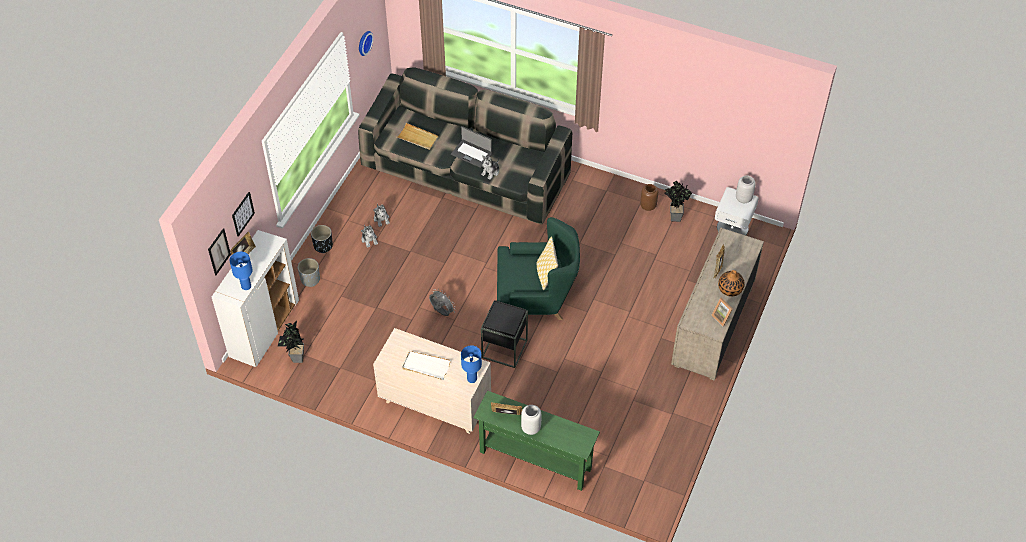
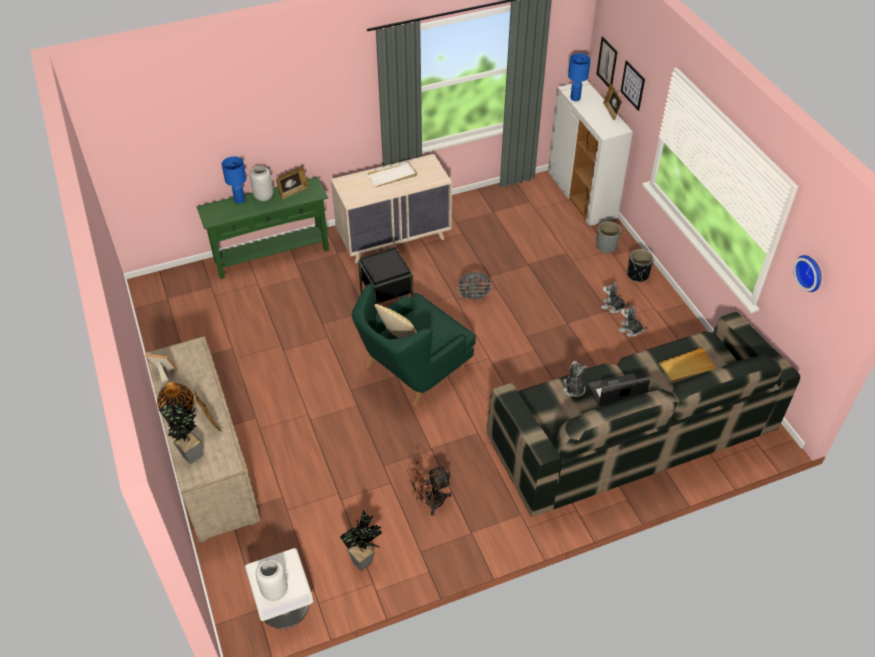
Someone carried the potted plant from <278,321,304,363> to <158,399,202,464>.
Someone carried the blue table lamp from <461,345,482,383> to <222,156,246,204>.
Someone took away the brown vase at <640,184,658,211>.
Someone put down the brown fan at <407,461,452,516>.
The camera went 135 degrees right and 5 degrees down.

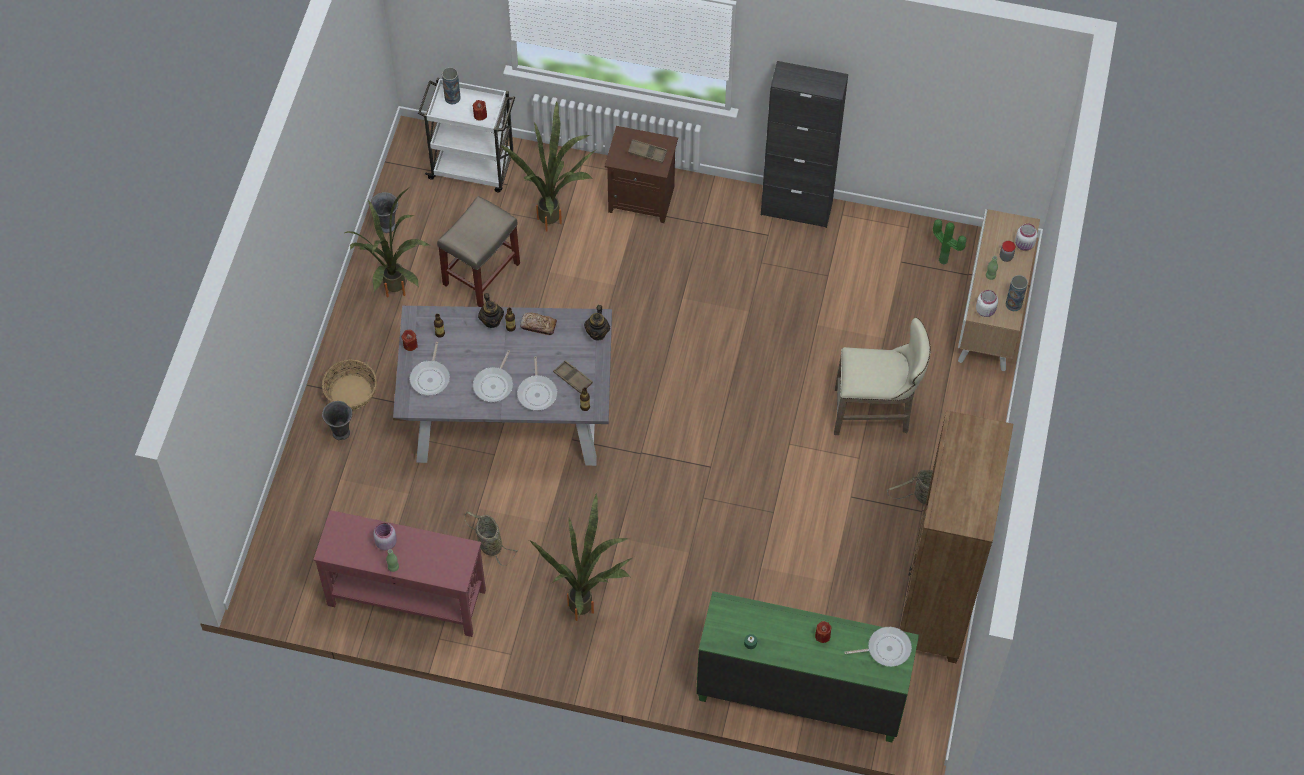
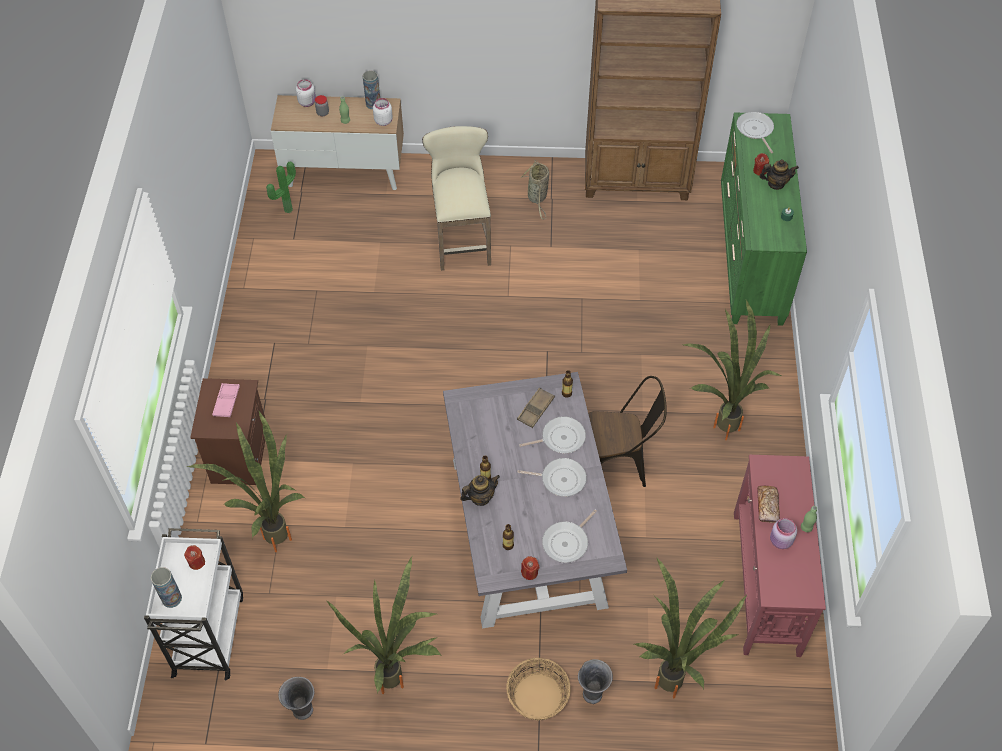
Someone rotated the frying pan at <410,342,450,395> by 135 degrees clockwise.
Someone took away the beige stool at <437,196,520,307>.
Someone took away the basket at <465,511,518,566>.
Someone carried the bread from <520,312,557,335> to <757,486,780,523>.
Someone carried the teapot from <584,305,610,341> to <759,159,799,190>.
Someone repainted the brown tray at <628,139,667,163>, which became the pink tray at <212,383,240,417>.
Someone took away the black cabinet at <761,61,848,228>.
Someone put down the brown chair at <588,376,667,487>.
Someone put down the potted plant at <633,558,747,698>.
The camera went 100 degrees left and 5 degrees down.

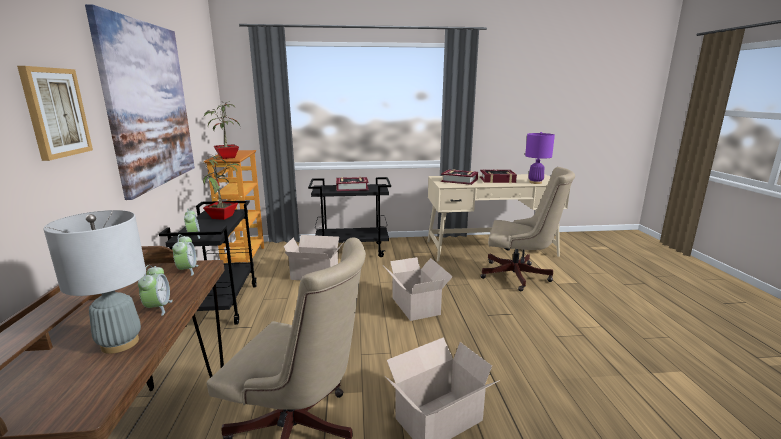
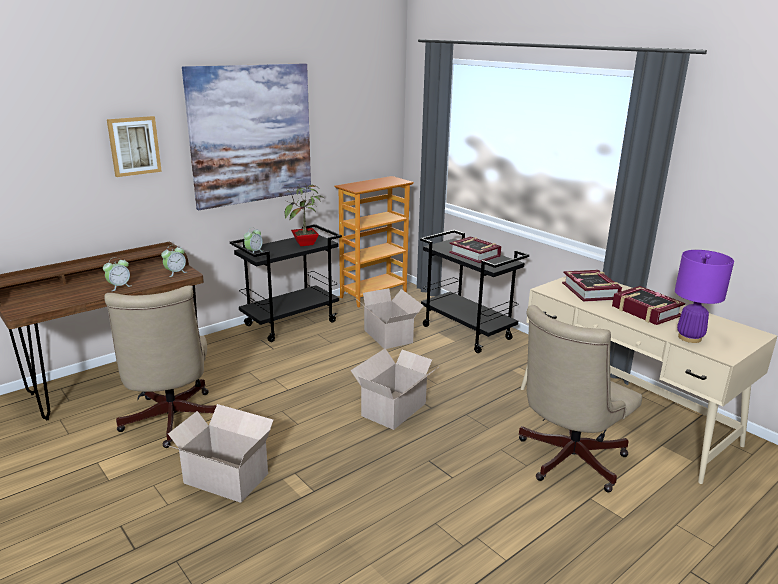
Someone took away the grey table lamp at <43,210,146,354>.
Someone took away the potted plant at <204,101,240,159>.
Someone rotated the beige office chair at <480,167,575,291> by 60 degrees clockwise.
The camera went 55 degrees right and 5 degrees up.

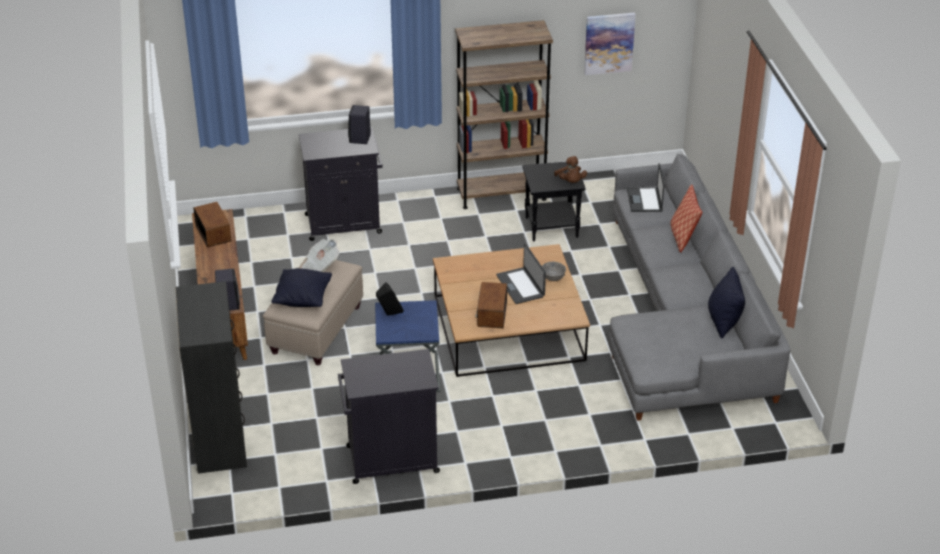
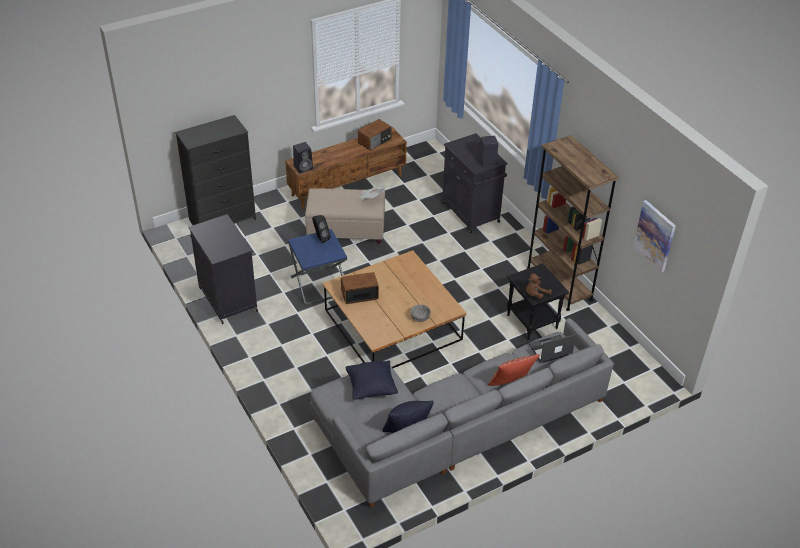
Someone carried the black pillow from <271,268,332,307> to <346,361,398,400>.
Someone took away the laptop at <496,244,546,304>.
The camera went 70 degrees right and 5 degrees up.

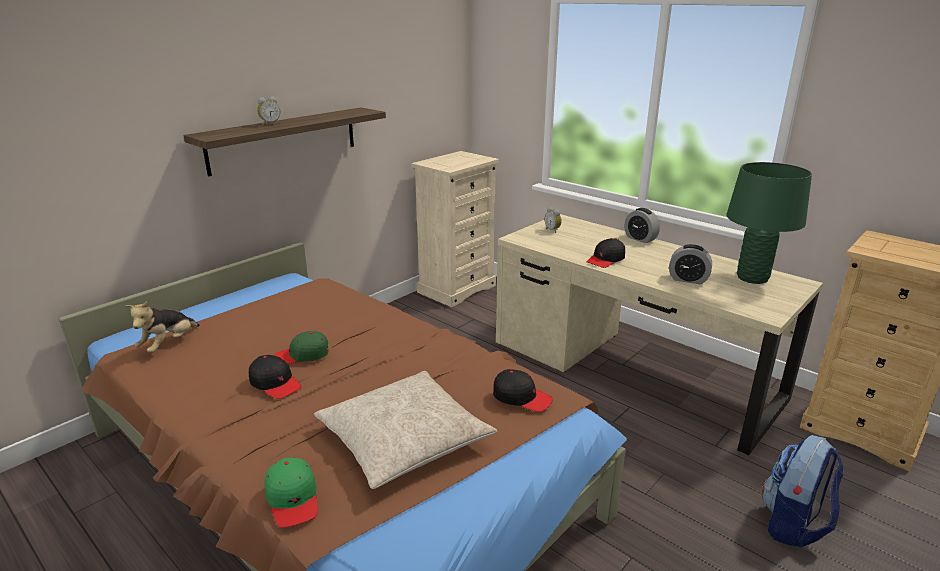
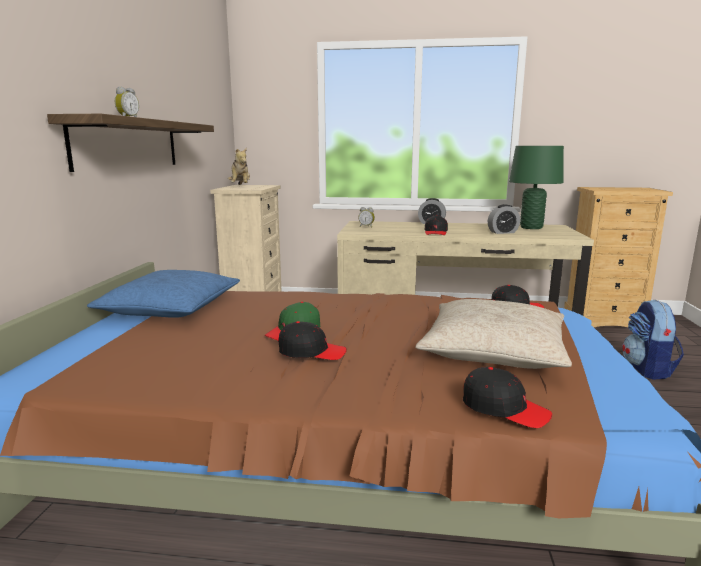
Someone carried the plush toy from <125,301,200,353> to <228,148,250,185>.
Someone repainted the green cap at <265,457,318,528>, which became the black cap at <463,367,552,428>.
Someone put down the blue pillow at <87,270,240,318>.
The camera went 35 degrees left and 10 degrees down.

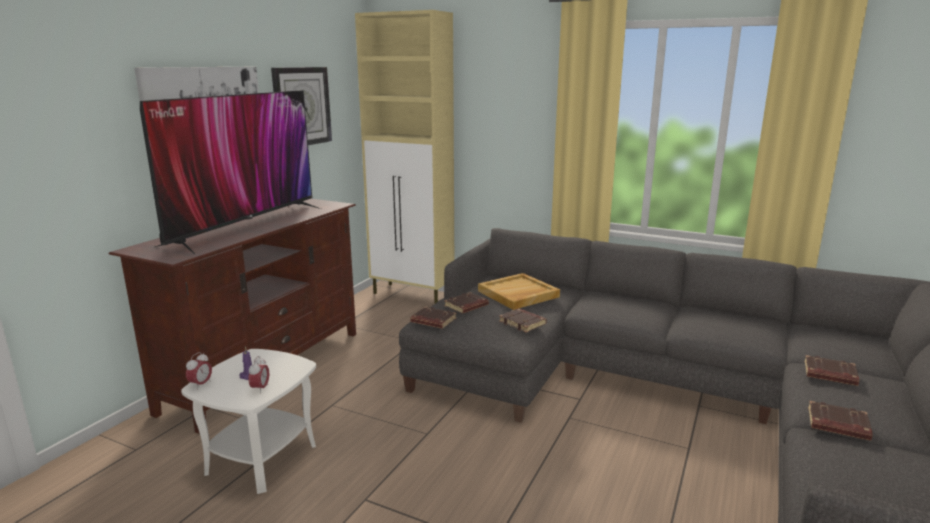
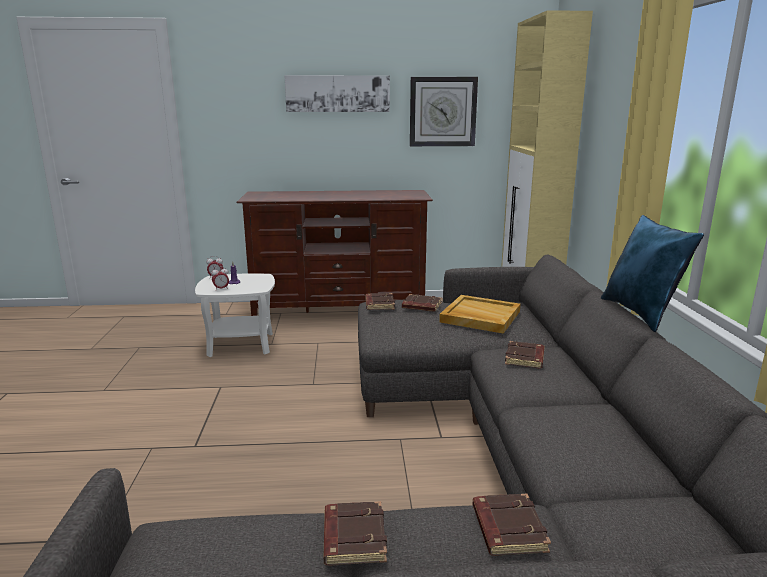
Someone took away the television at <140,90,321,254>.
Someone carried the brown book from <499,308,547,333> to <505,341,545,369>.
Someone put down the blue pillow at <601,215,704,332>.
The camera went 60 degrees right and 0 degrees up.

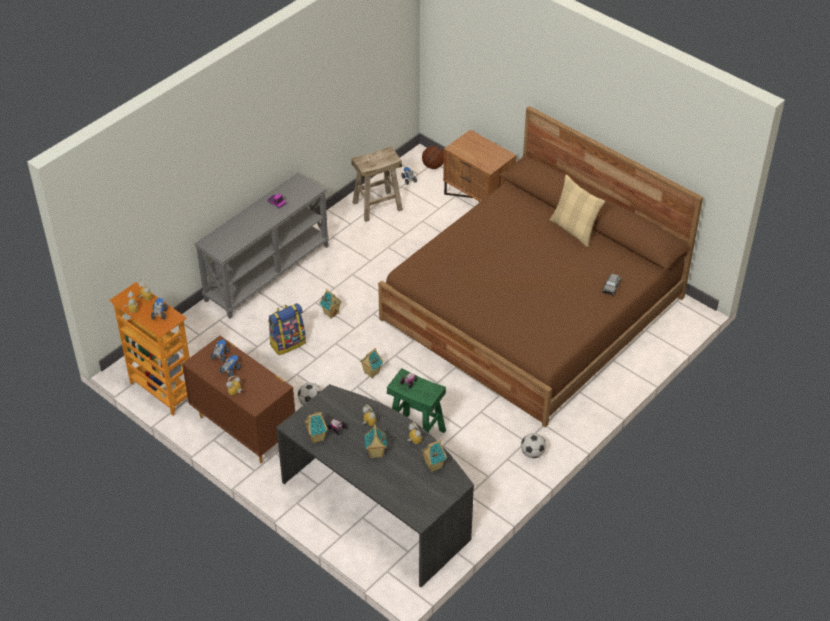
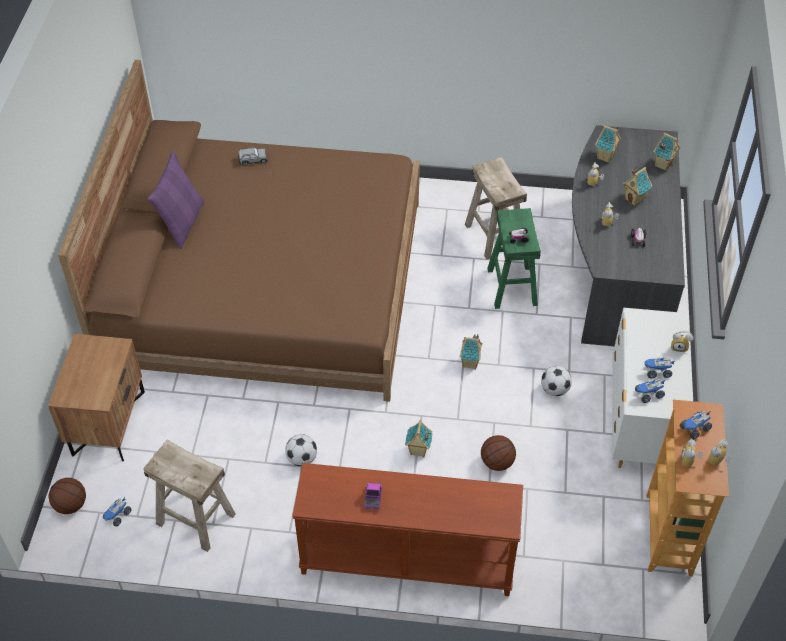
Someone repainted the brown dresser at <182,336,295,463>, which became the white dresser at <612,308,693,468>.
Someone repainted the grey console table at <195,172,329,319>, which became the brown console table at <292,463,523,596>.
Someone swapped the backpack at <268,303,306,355> for the basketball at <481,435,516,471>.
Someone carried the toy house from <304,410,328,443> to <653,133,681,171>.
Someone carried the football from <521,433,546,458> to <285,434,317,466>.
Someone repainted the beige pillow at <550,174,605,247>, which became the purple pillow at <147,151,204,249>.
Someone put down the beige stool at <465,157,527,260>.
The camera went 125 degrees left and 5 degrees up.

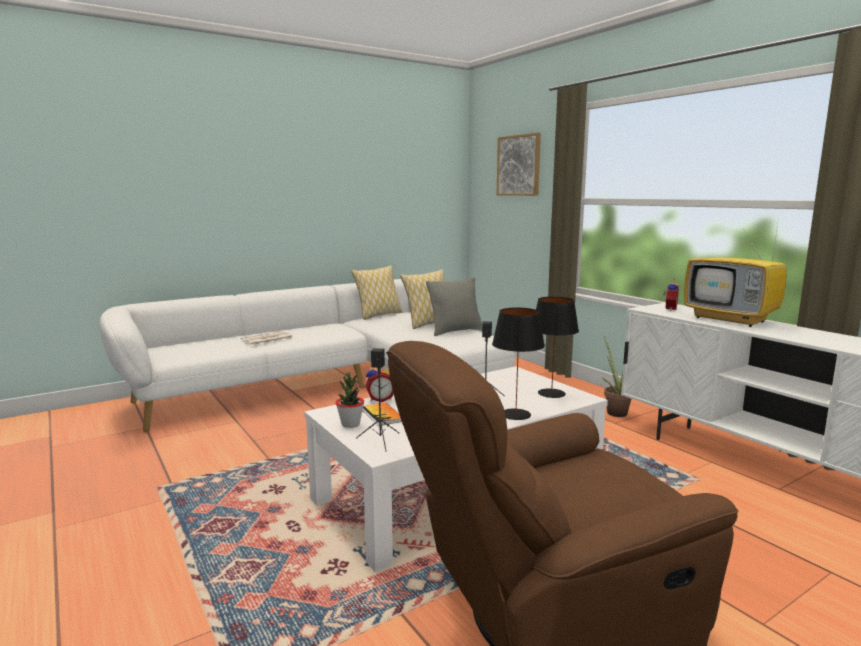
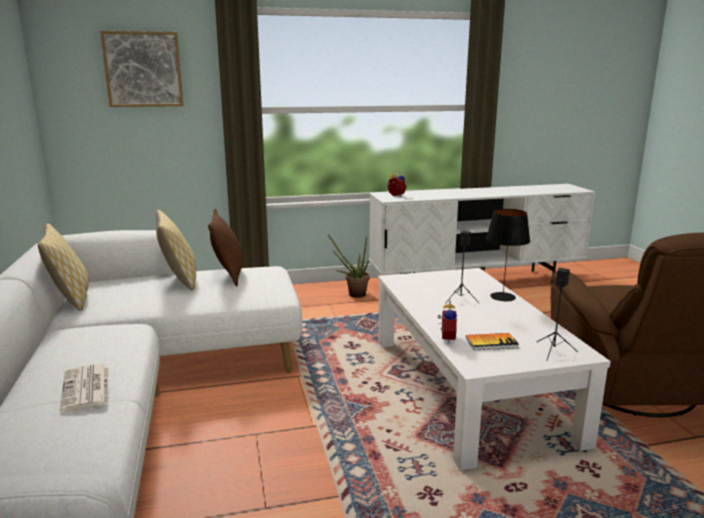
Someone took away the potted plant at <336,372,364,428>.
Someone repainted the grey pillow at <426,277,482,336>, which became the brown pillow at <208,209,243,287>.
Someone took away the black table lamp at <536,297,579,398>.
Someone took away the television at <684,217,787,327>.
The camera went 70 degrees left and 5 degrees up.

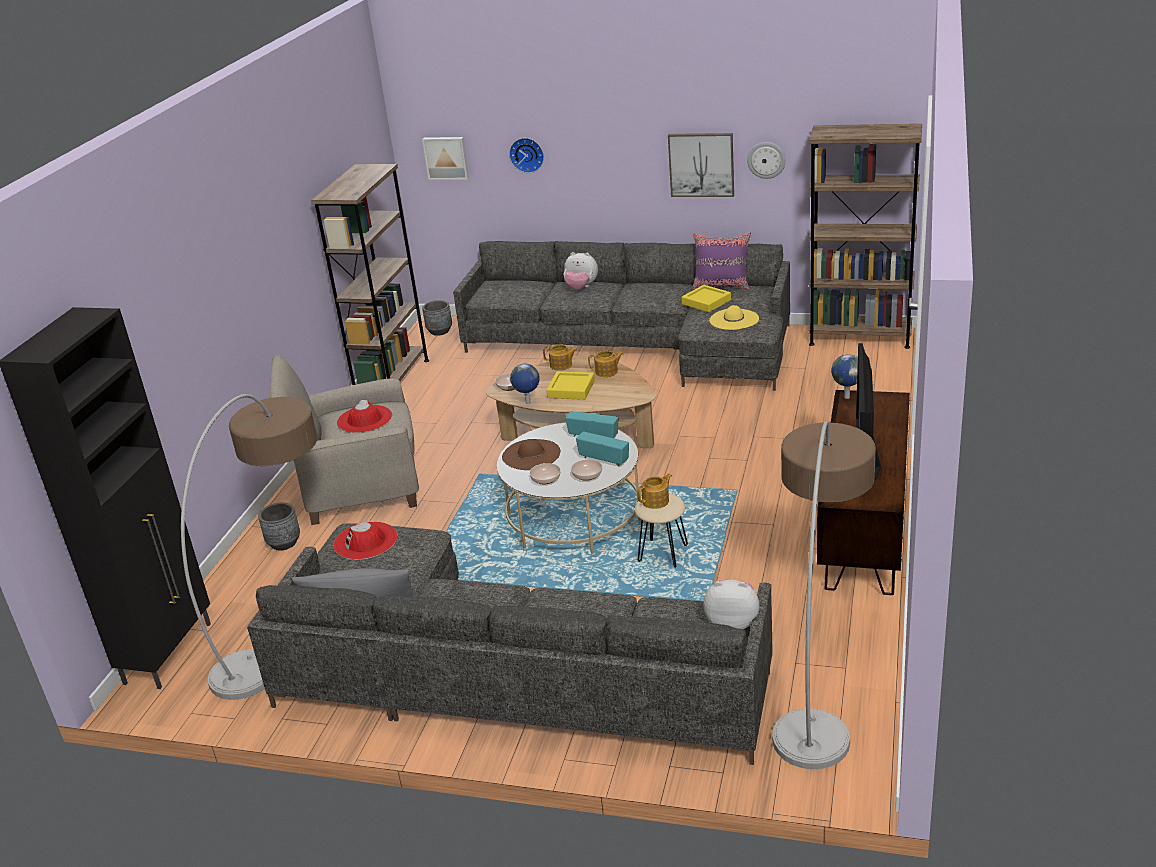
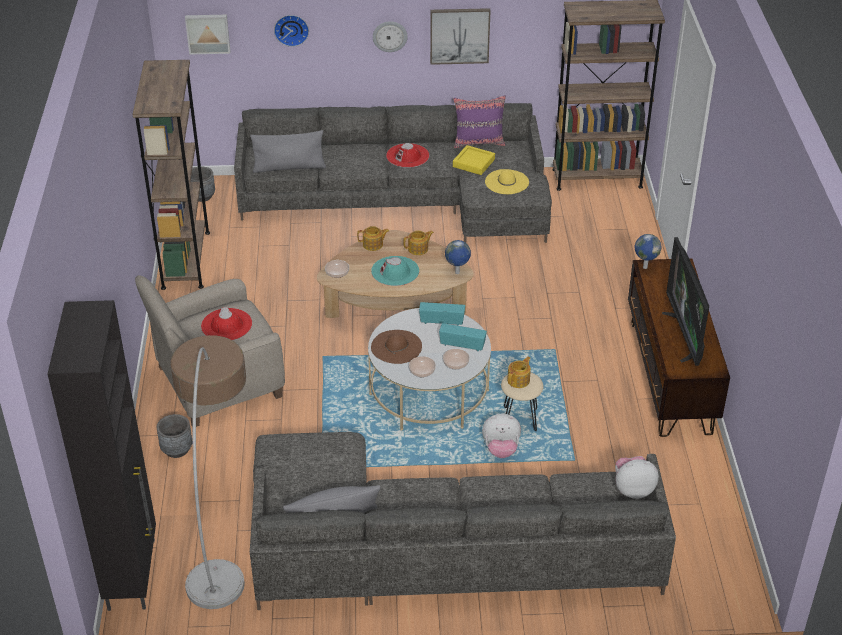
Someone carried the red hat from <333,522,398,560> to <386,143,429,168>.
Someone carried the globe from <510,364,540,404> to <445,240,471,274>.
Someone swapped the yellow tray at <546,371,595,400> for the turquoise hat at <371,256,419,286>.
Someone carried the plush toy from <564,252,598,290> to <482,414,521,458>.
Someone carried the wall clock from <747,142,786,179> to <373,21,408,52>.
Someone took away the floor lamp at <772,421,876,769>.
Someone put down the grey pillow at <250,130,326,173>.
The camera went 20 degrees left and 10 degrees up.

